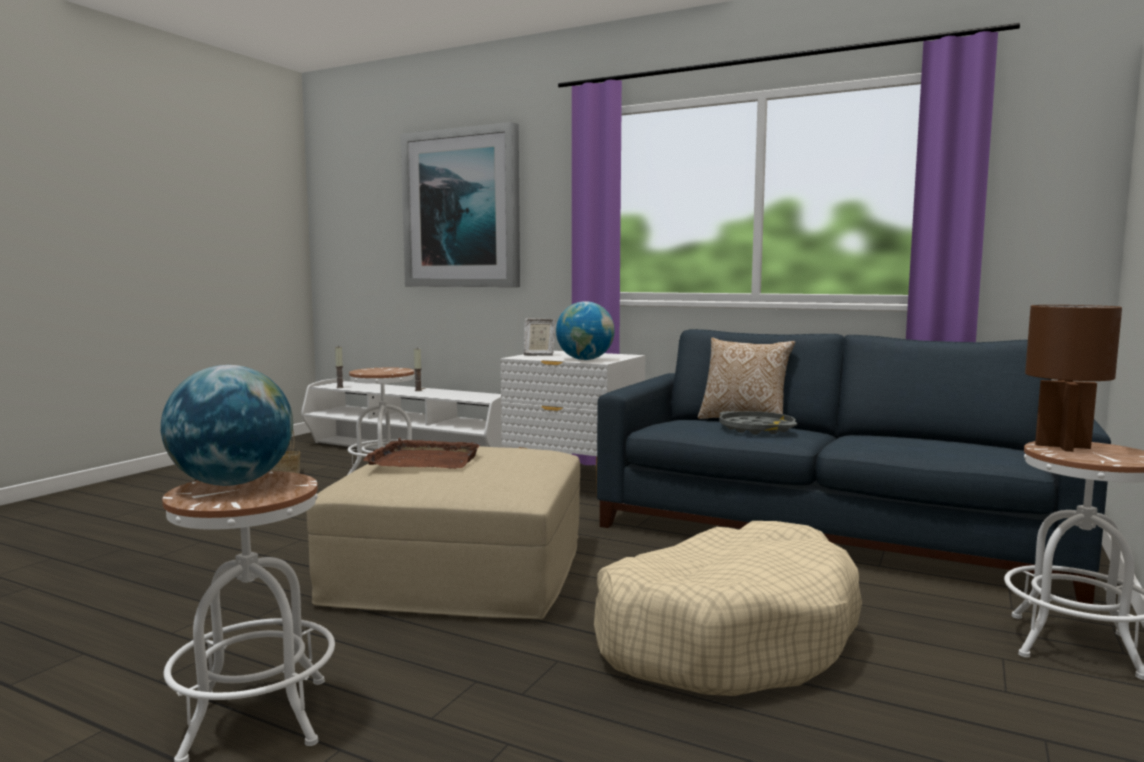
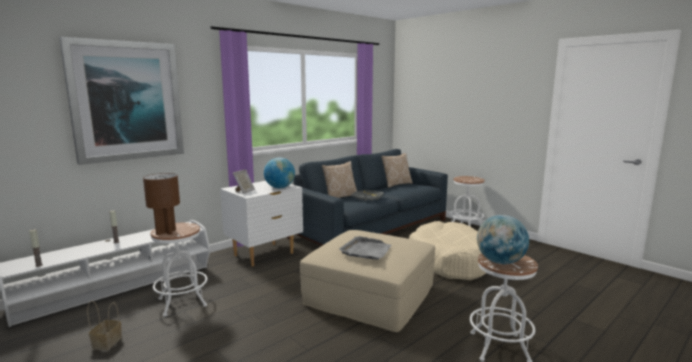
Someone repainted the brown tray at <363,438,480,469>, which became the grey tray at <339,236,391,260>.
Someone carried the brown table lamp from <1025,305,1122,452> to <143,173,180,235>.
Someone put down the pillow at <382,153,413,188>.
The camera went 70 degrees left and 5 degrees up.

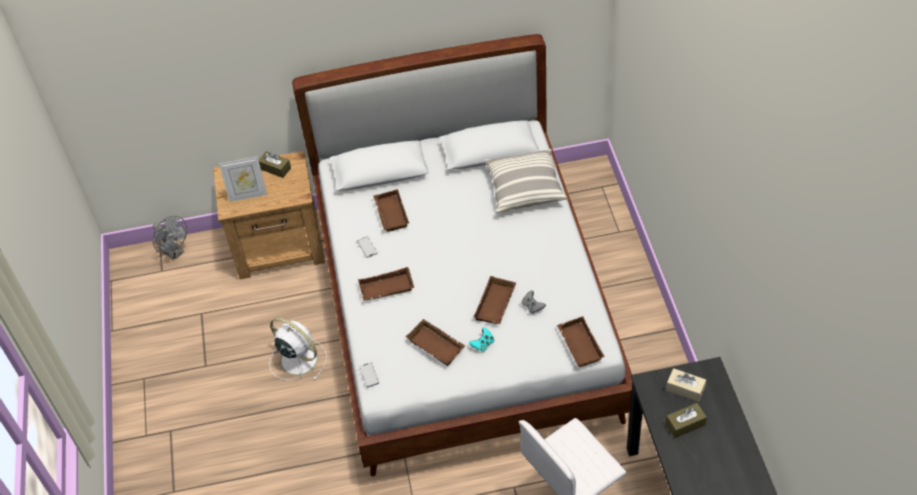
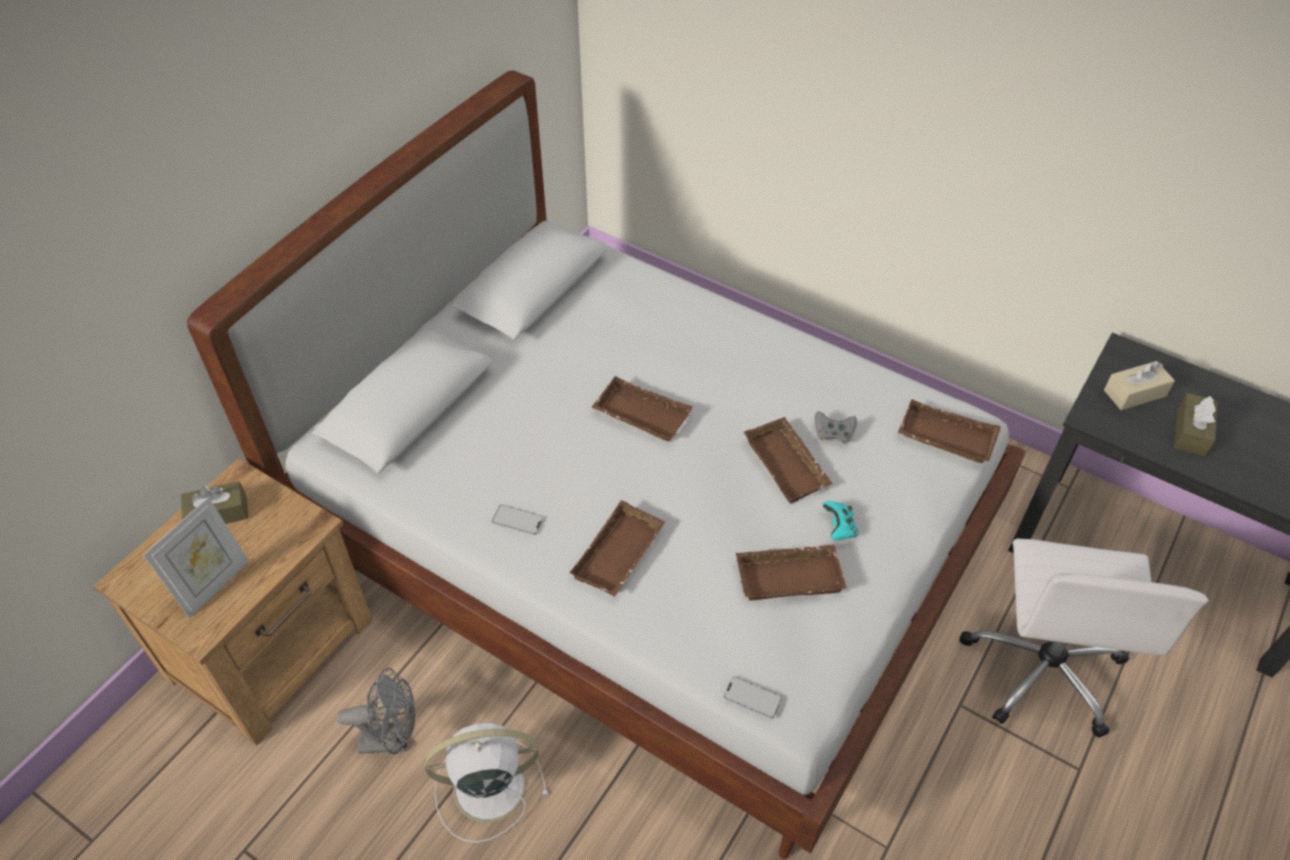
Someone carried the grey fan from <153,216,187,260> to <337,668,415,754>.
Someone carried the brown tray from <373,189,409,232> to <592,376,693,441>.
Someone took away the pillow at <484,149,567,212>.
The camera went 50 degrees left and 0 degrees up.

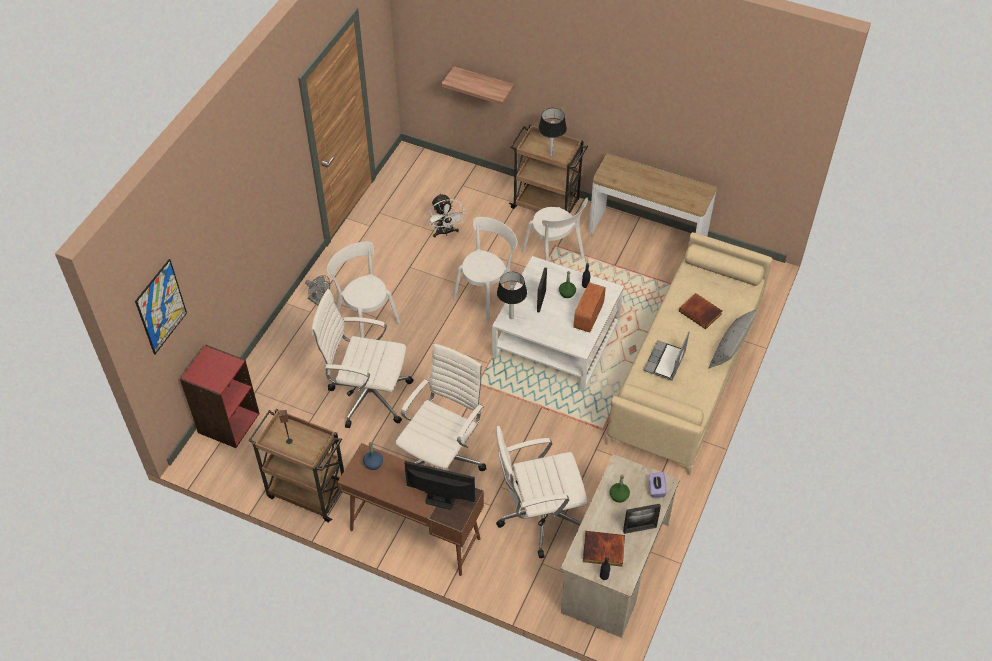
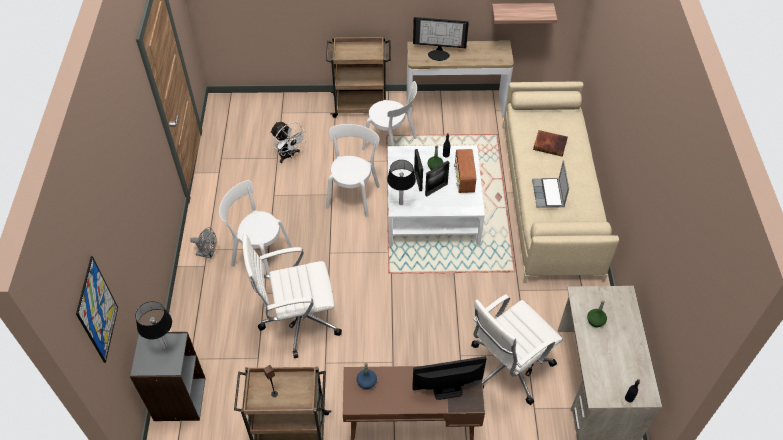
Someone repainted the red bookcase at <180,345,260,448>, which became the grey bookcase at <130,332,205,421>.
Someone took away the white office chair at <395,344,486,471>.
Someone carried the shelf from <441,66,514,105> to <492,3,557,24>.
Someone carried the table lamp from <538,108,567,156> to <135,301,172,349>.
Someone took away the book at <583,531,625,566>.
Someone carried the picture frame from <623,504,661,534> to <425,161,449,196>.
Someone took away the purple tissue box at <649,472,667,497>.
Someone took away the grey pillow at <708,309,758,369>.
Someone put down the monitor at <413,17,469,61>.
The camera went 25 degrees left and 0 degrees up.

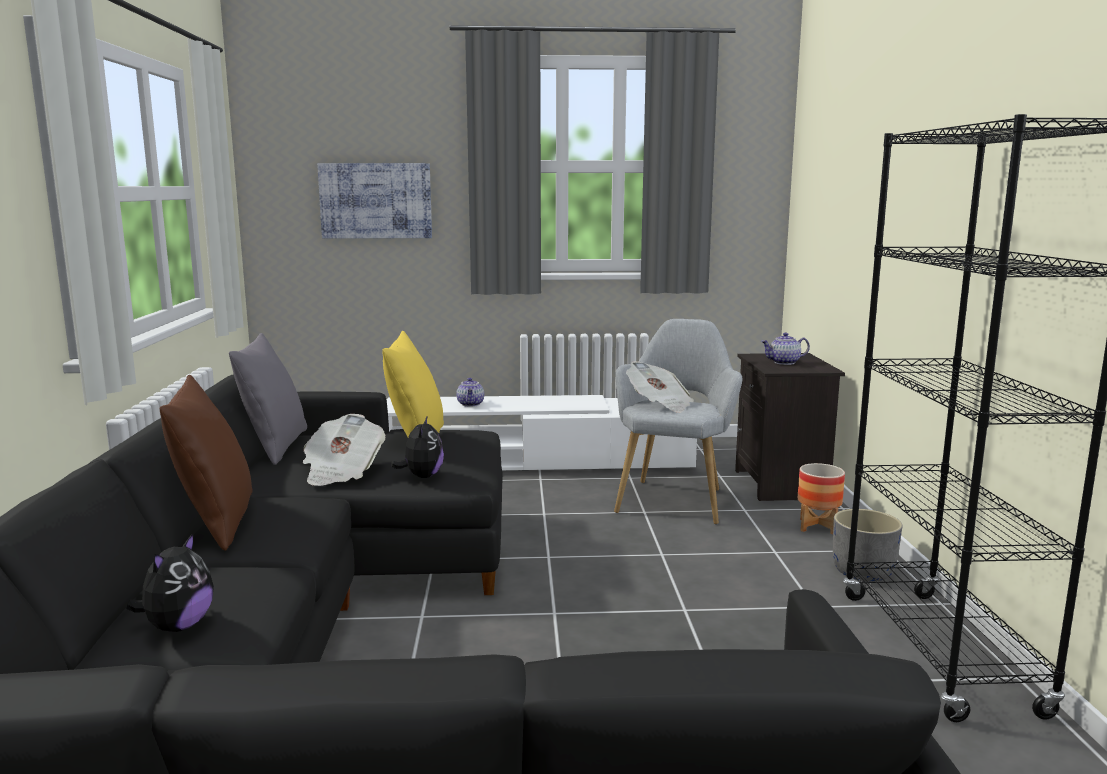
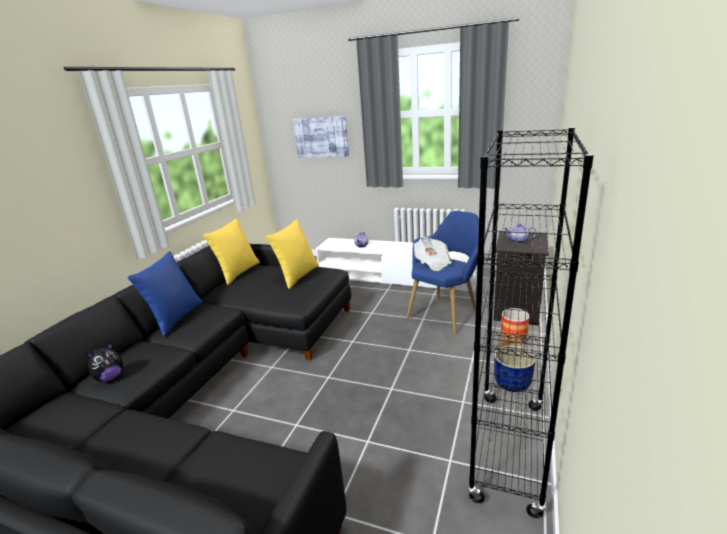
Someone repainted the brown pillow at <160,375,253,550>, which became the blue pillow at <128,251,202,336>.
Someone repainted the grey pillow at <229,333,307,465>, which became the yellow pillow at <203,218,260,285>.
Someone took away the newspaper at <302,414,385,486>.
Someone took away the plush toy at <391,415,444,478>.
Someone repainted the grey armchair at <614,319,743,524>, which became the blue armchair at <407,211,479,334>.
Someone repainted the grey planter at <833,509,902,582>, which became the blue planter at <494,345,536,392>.
The camera went 25 degrees right and 10 degrees up.

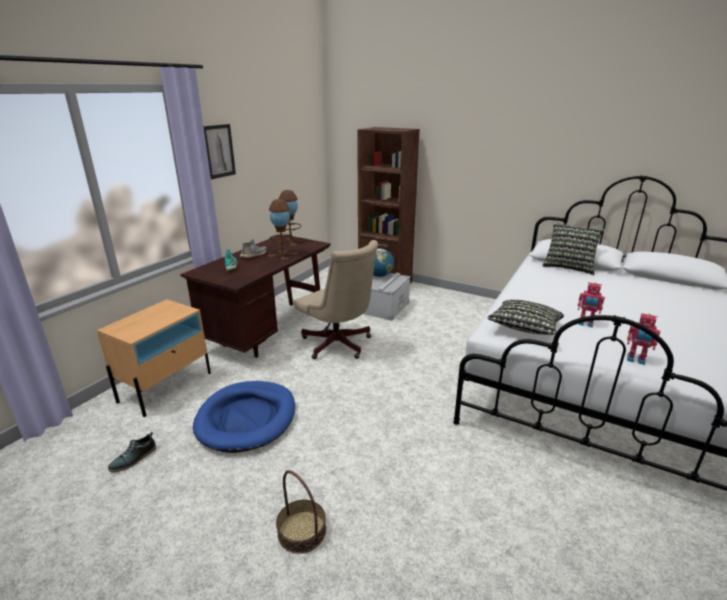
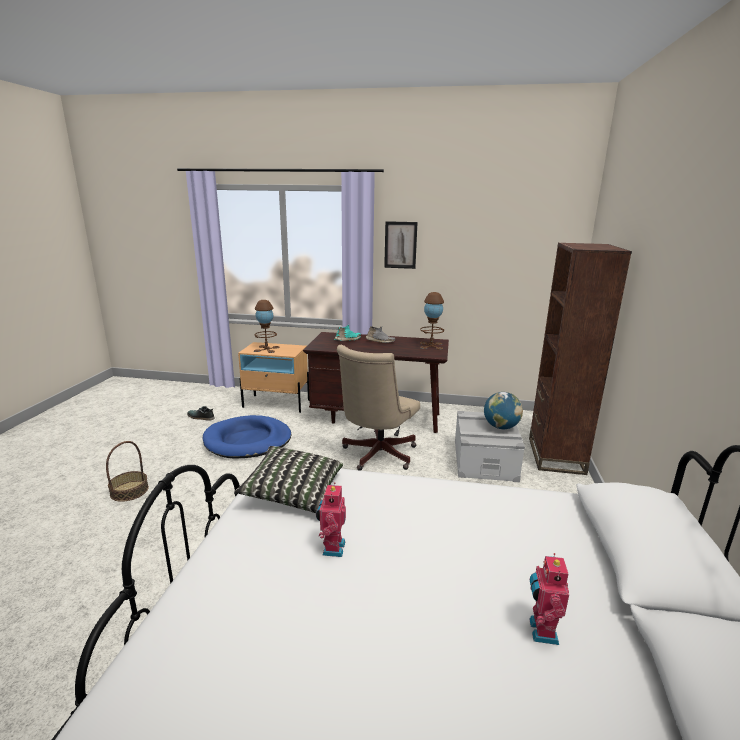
Someone carried the brown table lamp from <268,199,298,260> to <254,300,279,353>.
Someone took away the pillow at <543,222,605,275>.
Someone carried the toy robot from <627,313,660,365> to <529,553,569,645>.
The camera went 70 degrees right and 5 degrees down.

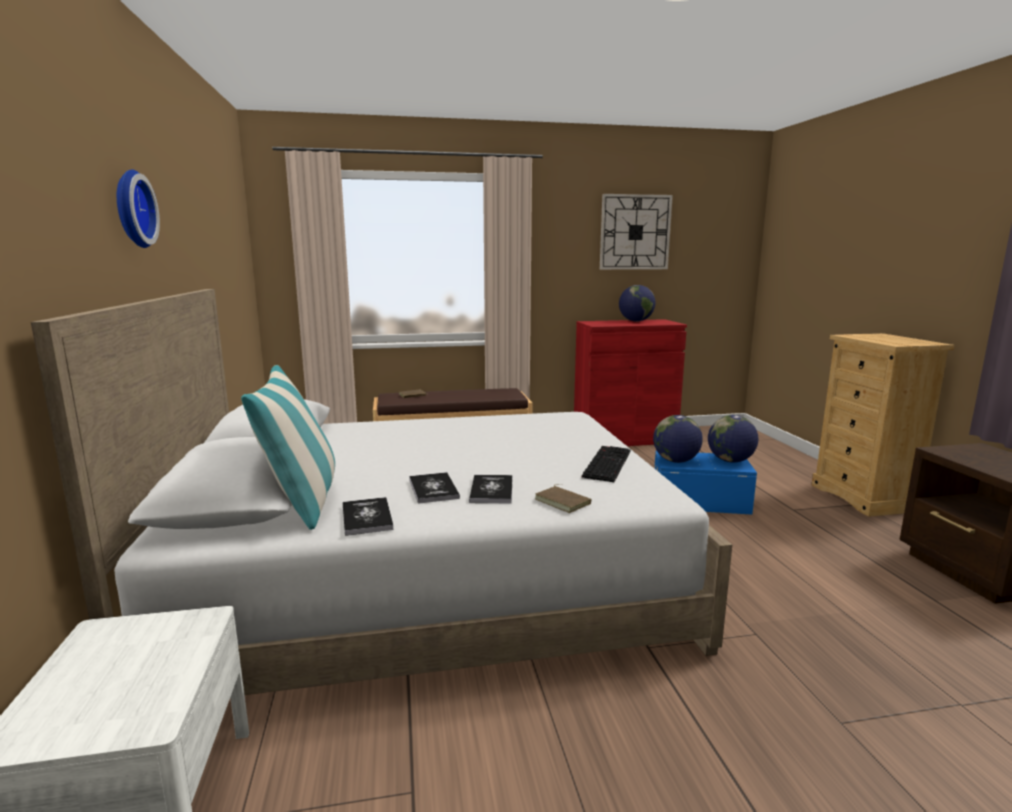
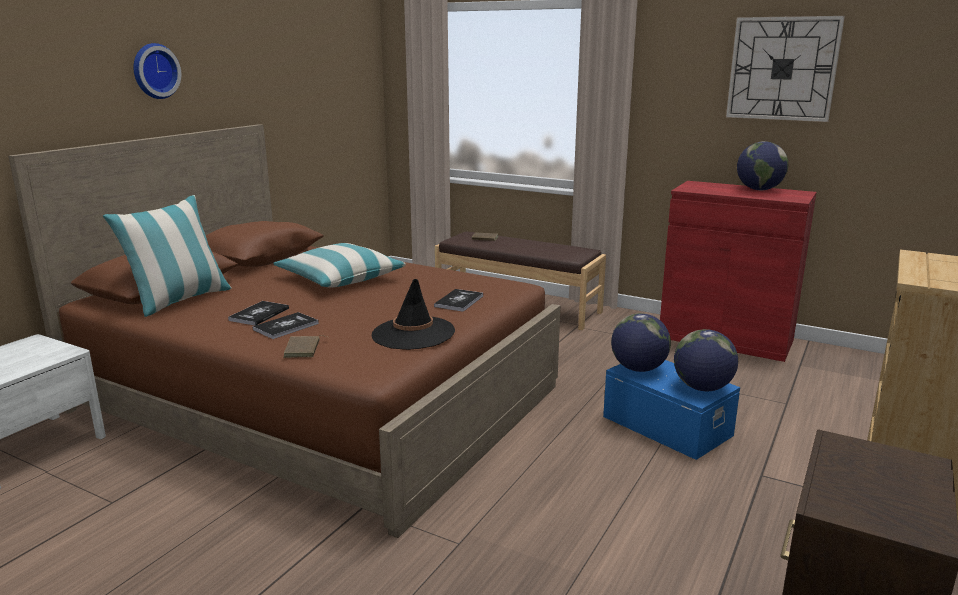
Someone repainted the white bed at <31,289,732,695>, which became the brown bed at <8,124,560,538>.
Someone carried the book from <343,497,394,536> to <434,289,483,312>.
Someone swapped the keyboard at <582,446,631,482> for the black hat at <371,279,455,350>.
Someone put down the pillow at <273,243,406,287>.
The camera went 40 degrees right and 5 degrees up.

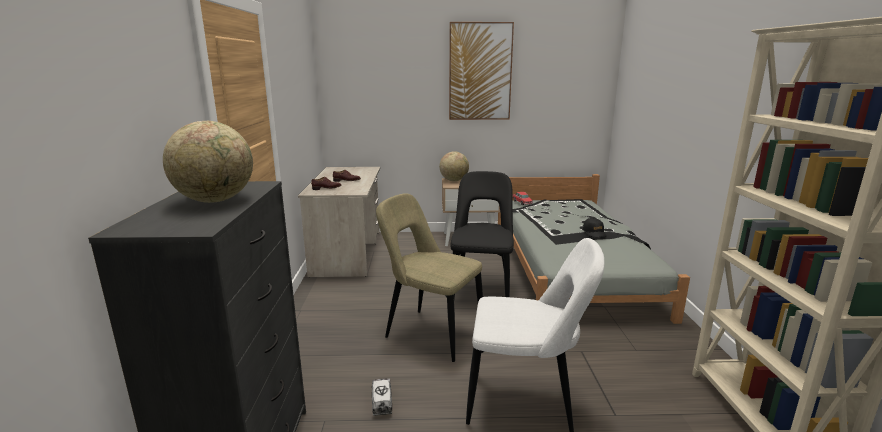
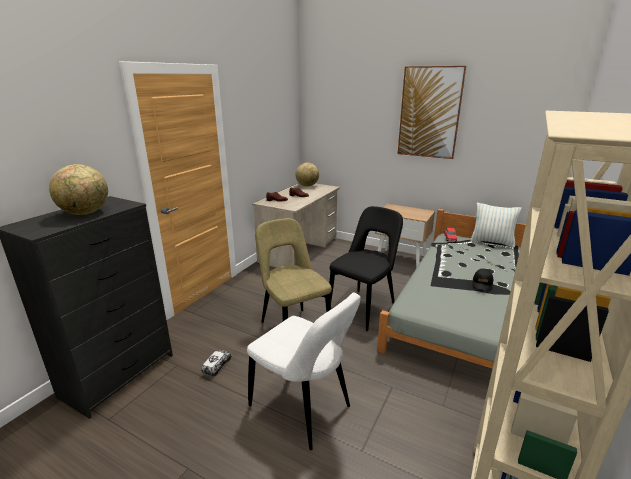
Someone carried the globe from <439,151,469,181> to <295,162,319,187>.
Someone put down the pillow at <470,203,522,247>.
The camera went 30 degrees right and 5 degrees up.

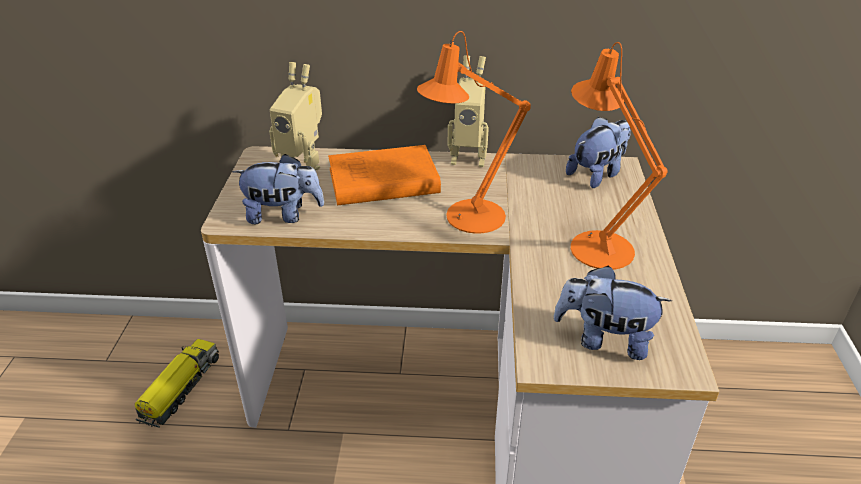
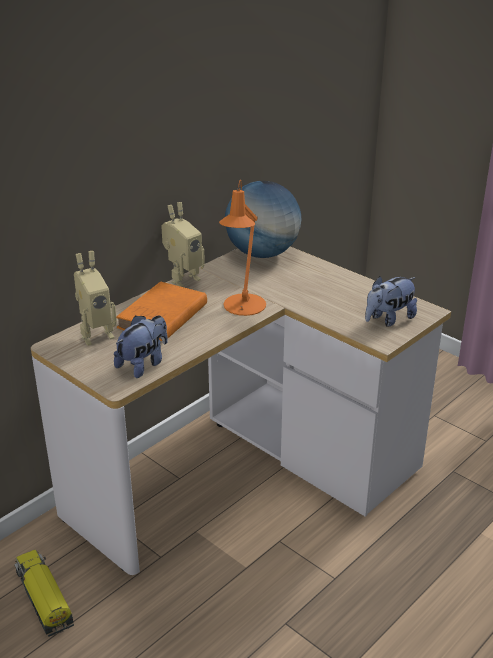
Someone swapped the plush toy at <566,117,631,188> for the globe at <225,181,301,258>.
Someone took away the orange table lamp at <571,42,668,270>.
The camera went 50 degrees left and 5 degrees down.

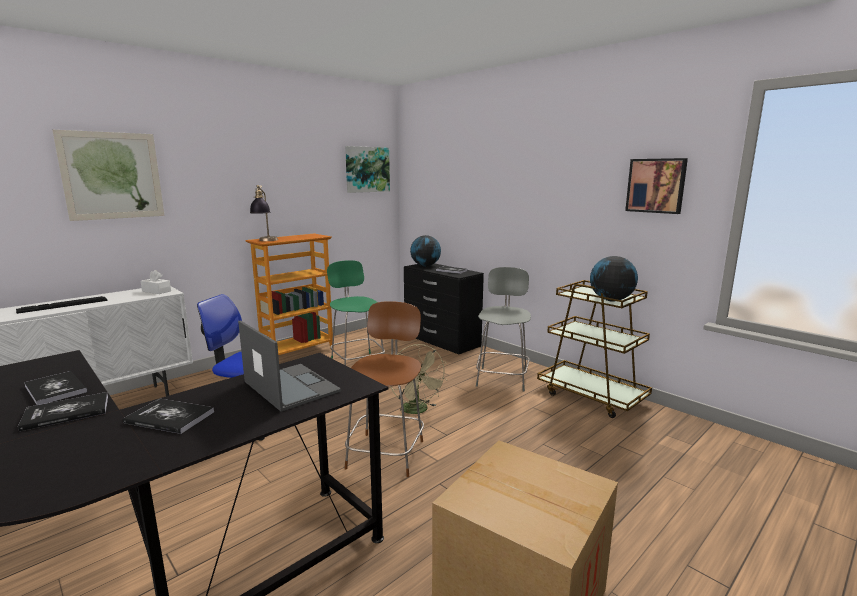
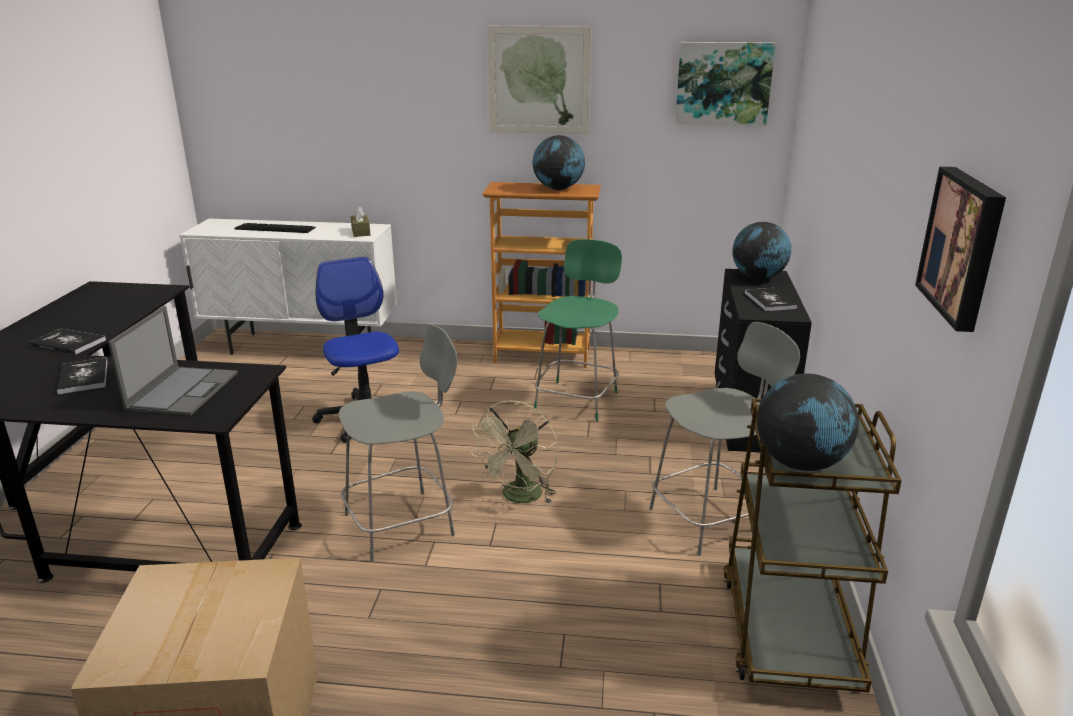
Someone took away the book at <24,371,87,405>.
Someone carried the picture from <52,130,164,221> to <487,26,592,134>.
Someone repainted the white tissue box at <141,270,171,294>, which became the brown tissue box at <351,207,370,237>.
Someone took away the table lamp at <250,185,278,241>.
Someone repainted the brown chair at <345,301,424,477>, which became the grey chair at <339,325,458,562>.
Someone put down the globe at <532,135,585,190>.
The camera went 50 degrees right and 10 degrees up.

